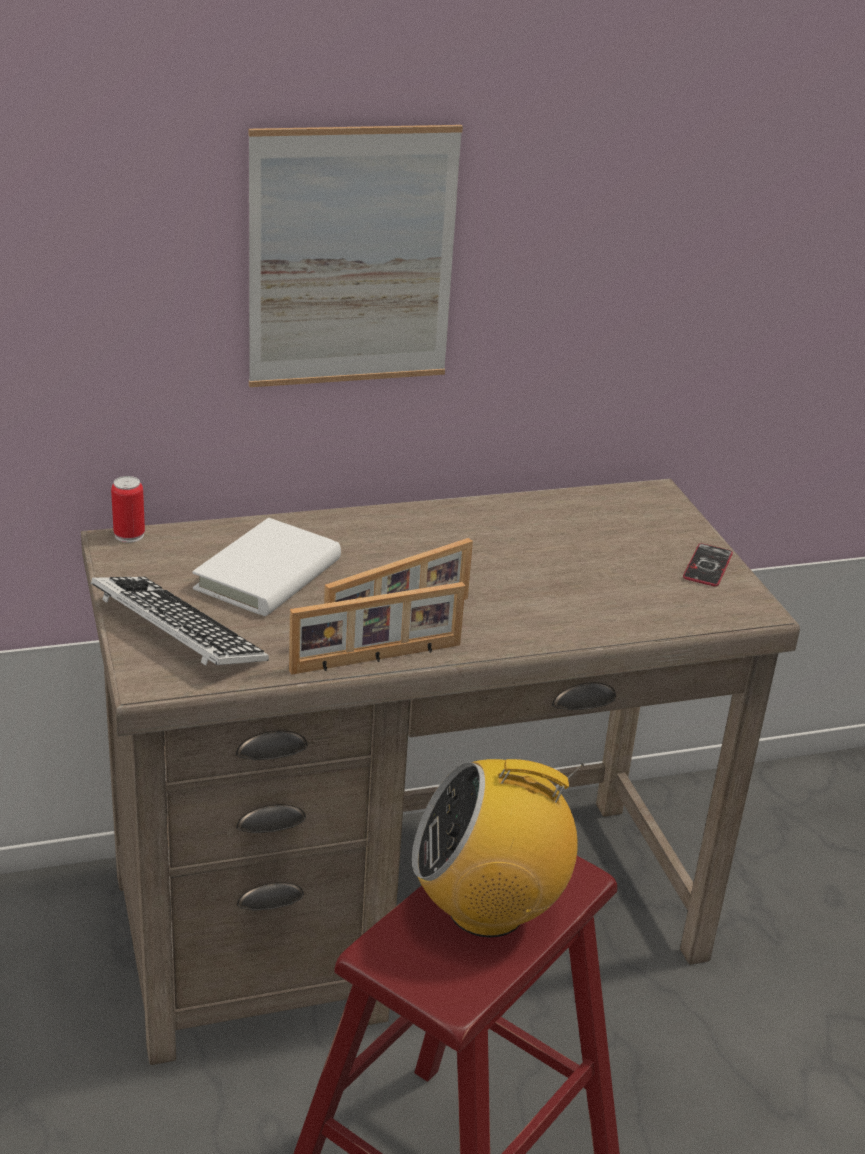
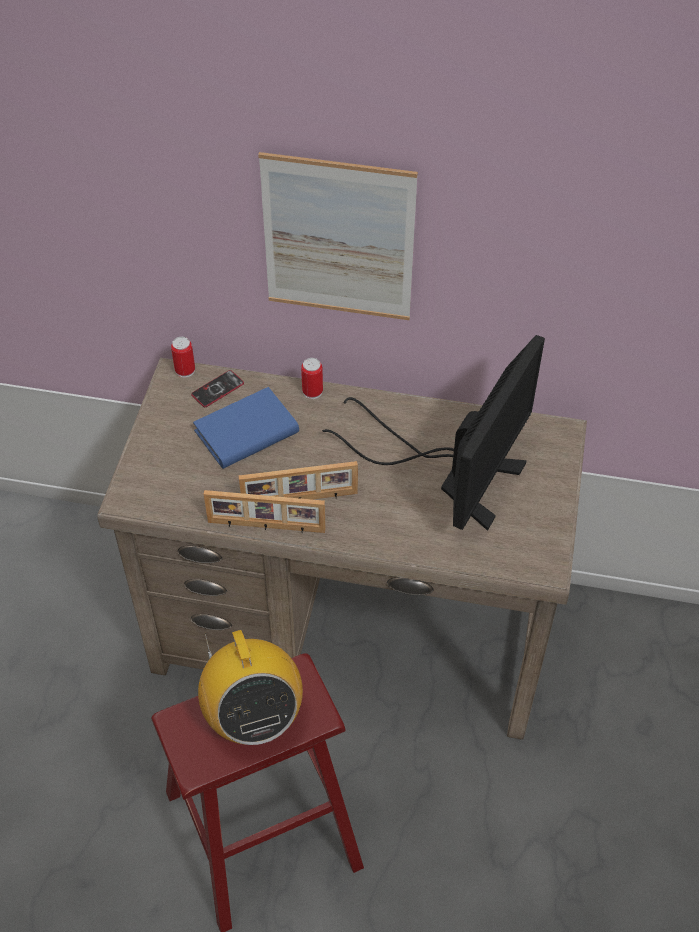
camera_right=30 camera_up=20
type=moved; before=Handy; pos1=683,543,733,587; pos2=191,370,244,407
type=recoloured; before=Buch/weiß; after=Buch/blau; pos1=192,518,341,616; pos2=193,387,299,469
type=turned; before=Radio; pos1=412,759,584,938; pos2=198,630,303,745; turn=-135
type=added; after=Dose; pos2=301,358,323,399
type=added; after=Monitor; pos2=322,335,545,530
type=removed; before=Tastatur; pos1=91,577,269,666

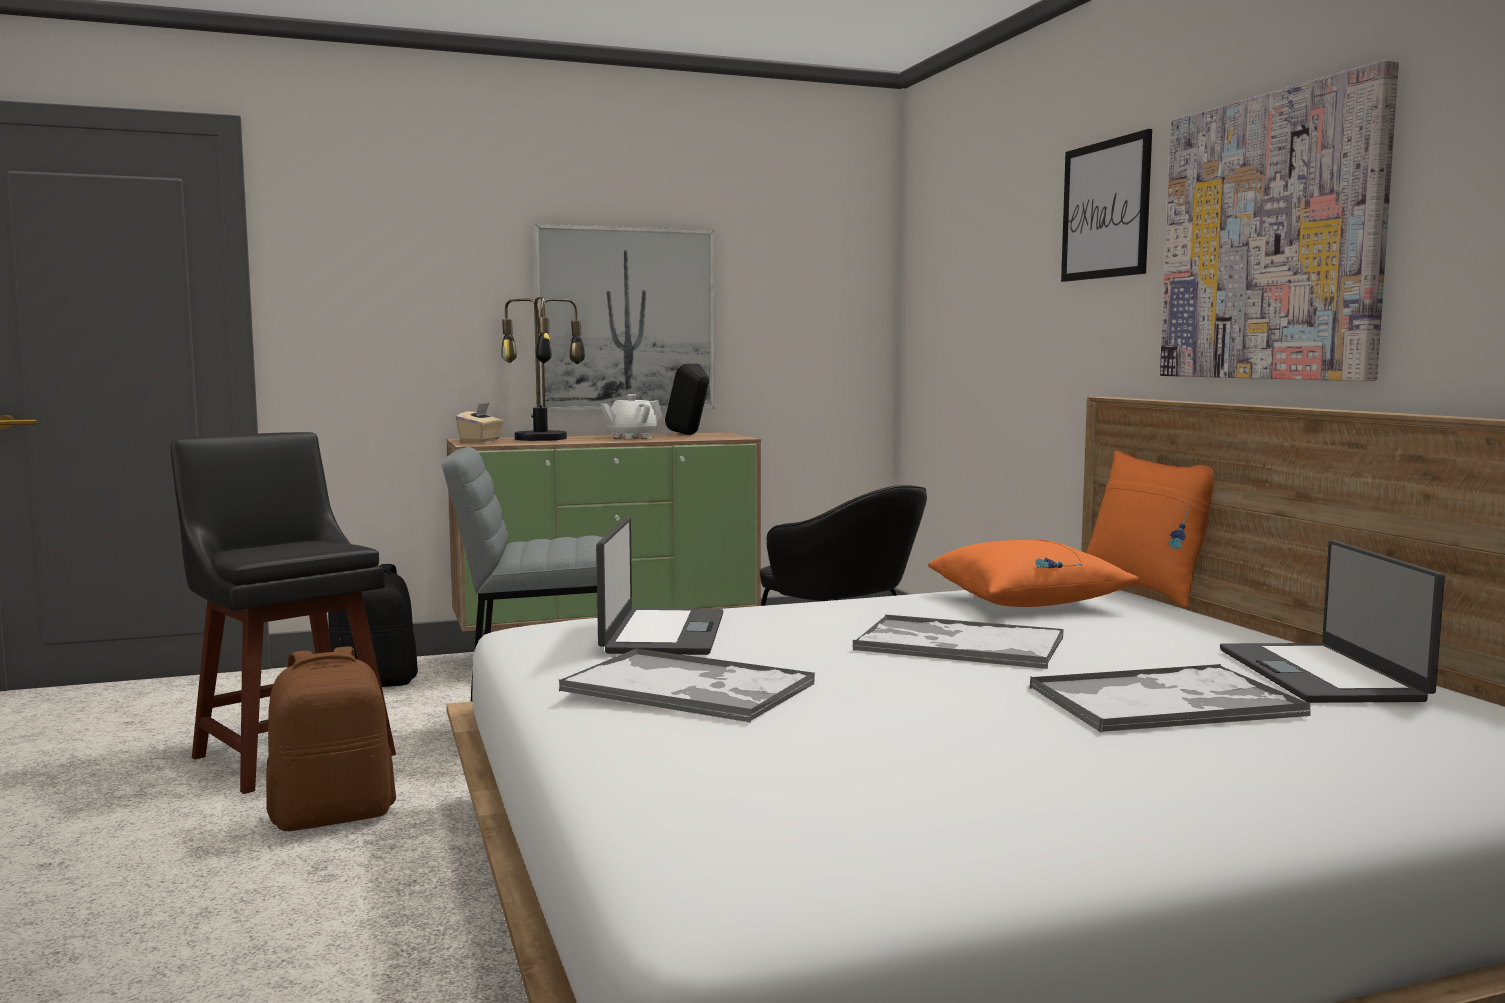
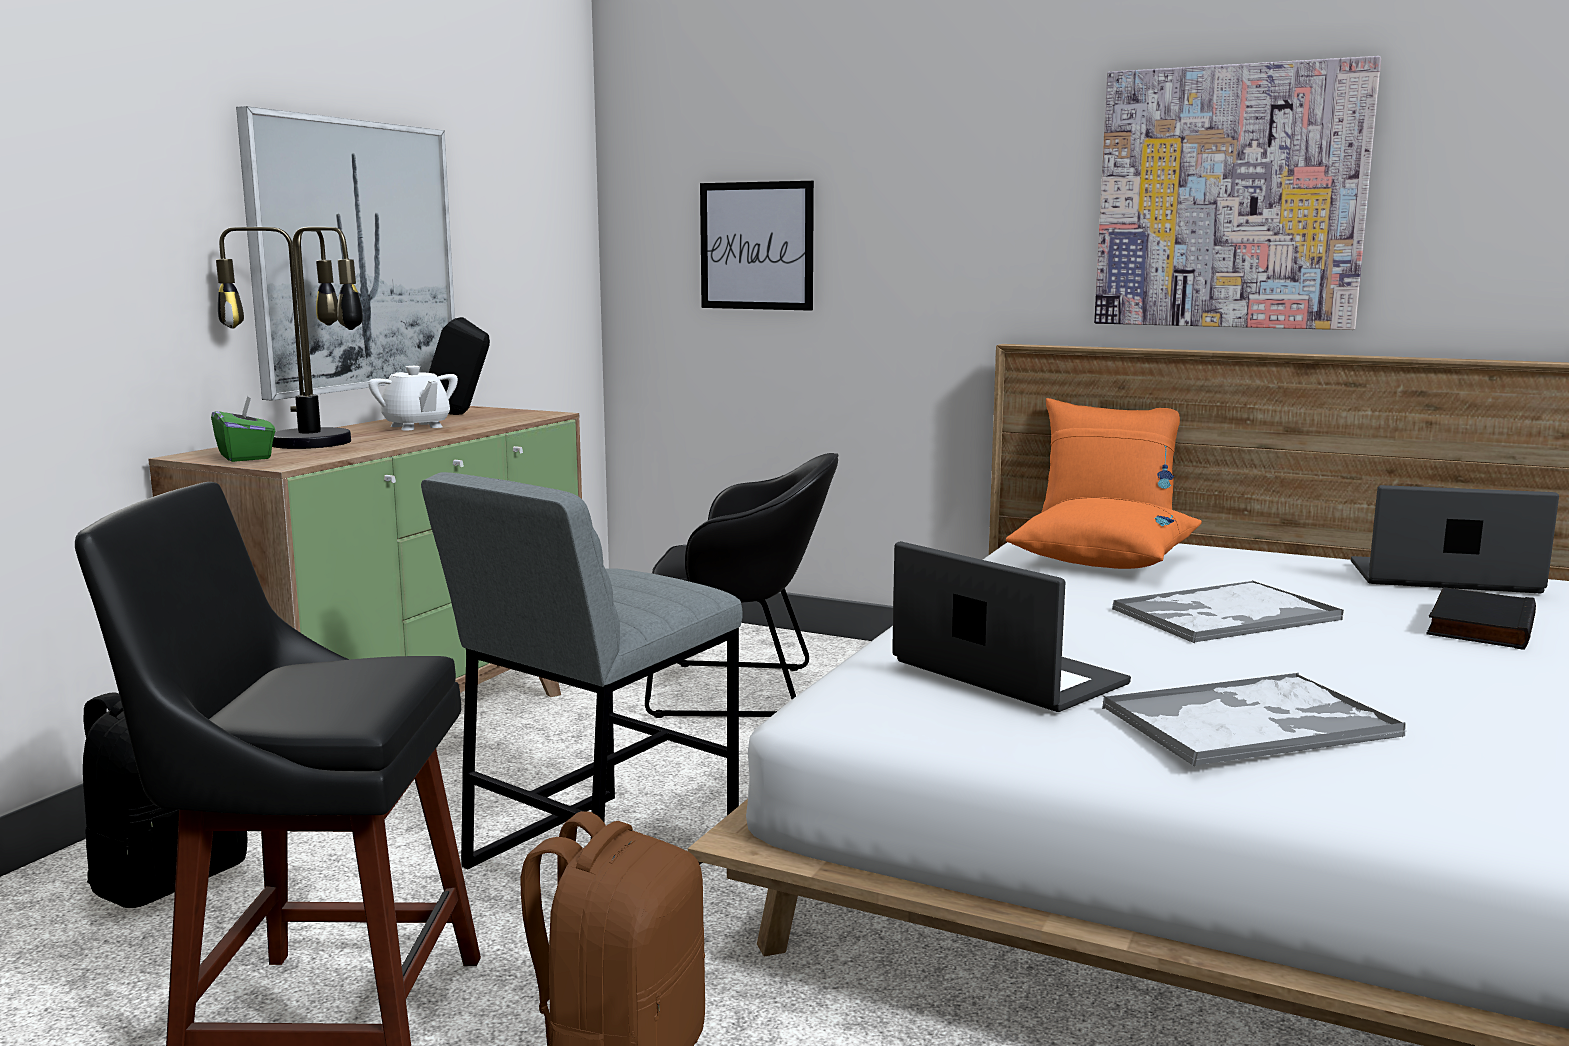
camera_right=-45 camera_up=5
type=recoloured; before=Taschentuchbox/beige; after=Taschentuchbox/grün; pos1=455,403,504,442; pos2=211,396,275,462
type=turned; before=Teekanne/weiß; pos1=601,394,662,439; pos2=368,366,458,431; turn=-45
type=moved; before=Bild; pos1=1061,129,1152,282; pos2=700,181,814,311
type=turned; before=Laptop; pos1=1220,540,1445,703; pos2=1351,485,1559,593; turn=150
type=replaced; before=Tablett; after=Buch/schwarz; pos1=1029,664,1311,733; pos2=1427,587,1536,650

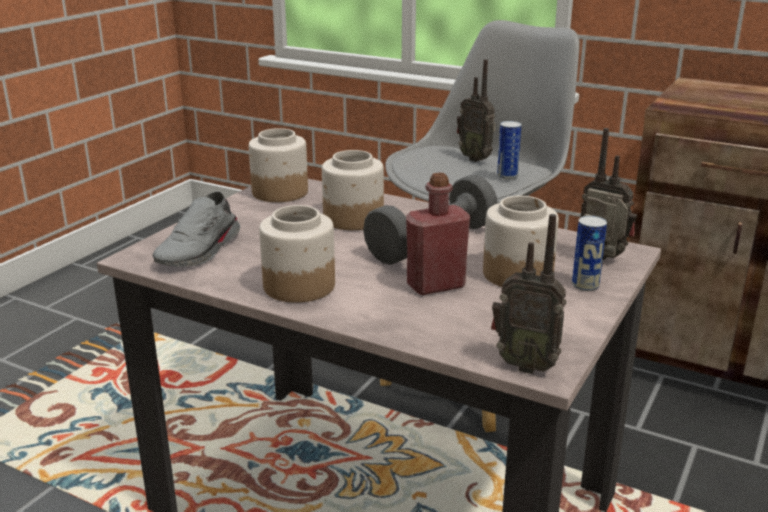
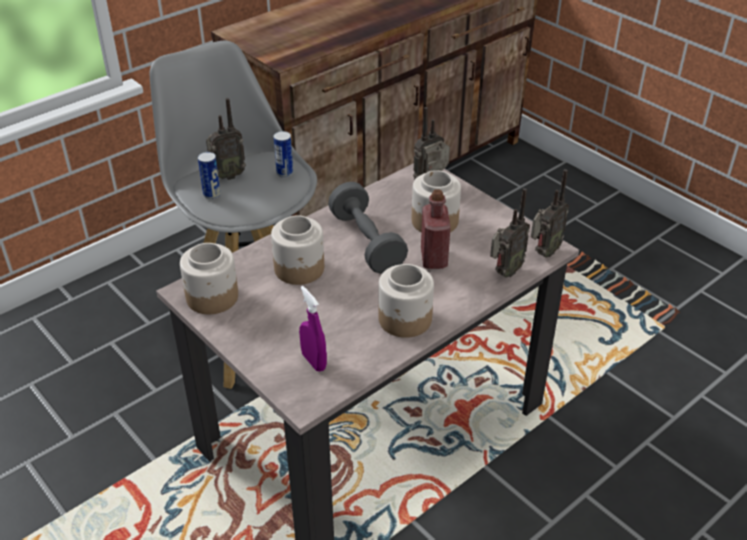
camera_right=-70 camera_up=15
type=moved; before=Dose; pos1=572,216,607,291; pos2=198,152,221,199
type=replaced; before=Schuh/grau; after=Sprühflasche/lila; pos1=153,191,240,267; pos2=299,286,327,372
type=added; after=Radio; pos2=490,188,530,277

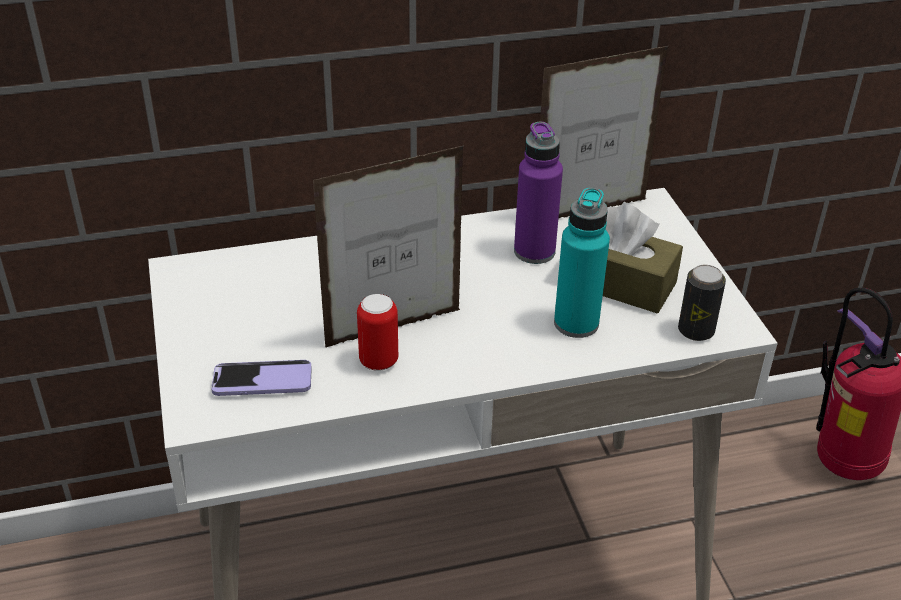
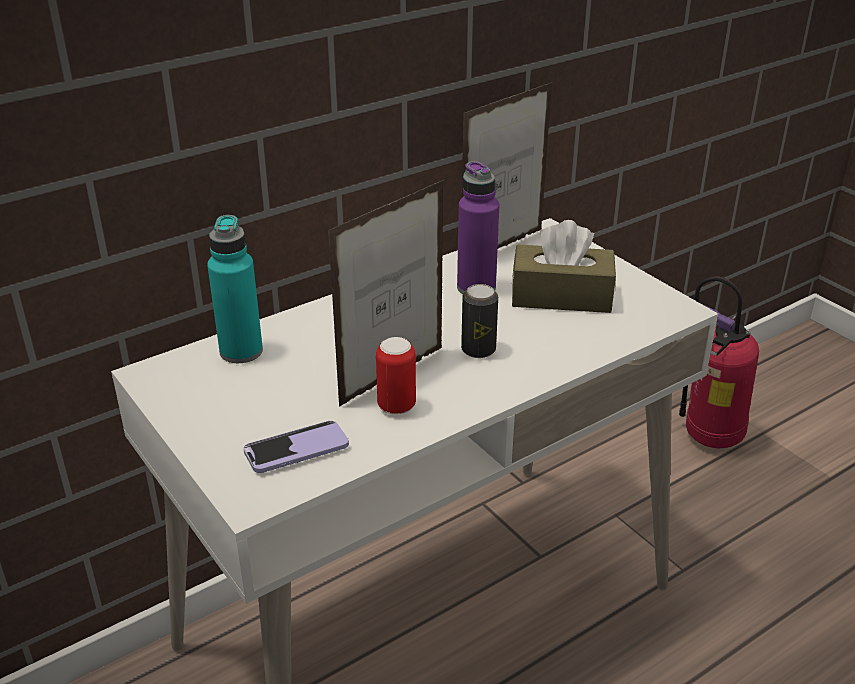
camera_right=-20 camera_up=-5
type=moved; before=Flasche/türkis; pos1=554,188,610,338; pos2=207,215,263,363
type=moved; before=Dose; pos1=678,265,726,341; pos2=461,284,498,358

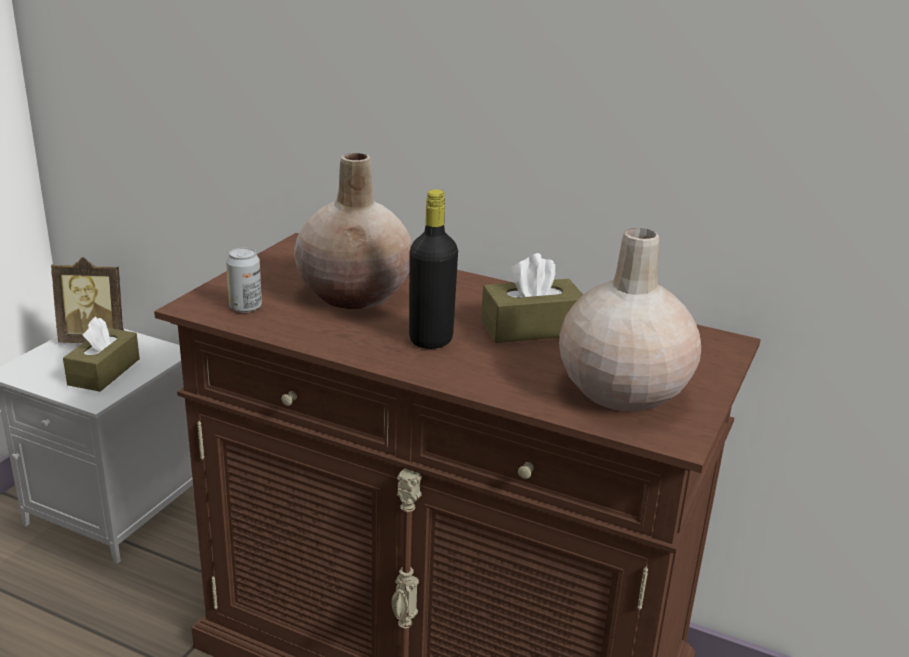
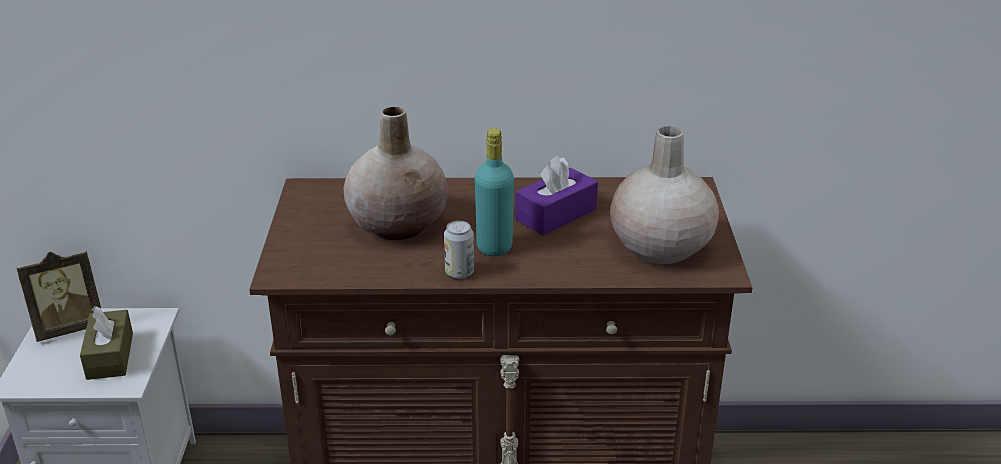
camera_right=-25 camera_up=5
type=moved; before=Dose; pos1=226,248,262,313; pos2=444,221,474,279
type=recoloured; before=Flasche/schwarz; after=Flasche/türkis; pos1=409,189,458,349; pos2=475,128,514,256
type=recoloured; before=Taschentuchbox/braun; after=Taschentuchbox/lila; pos1=481,253,583,343; pos2=516,156,598,235

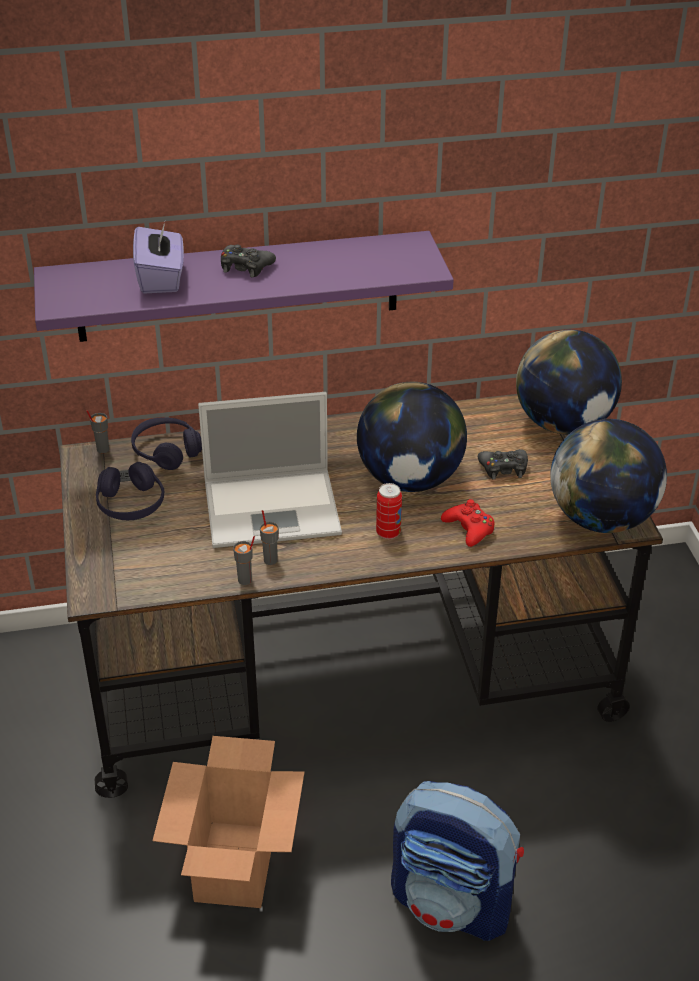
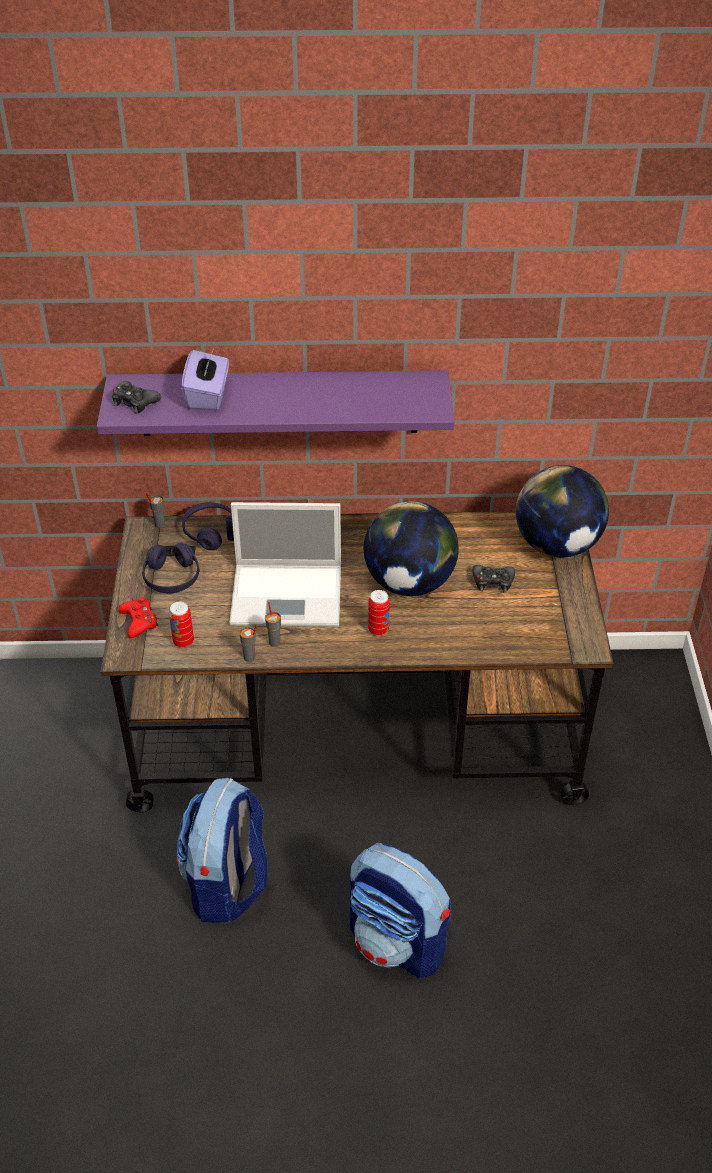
camera_right=10 camera_up=5
type=moved; before=Gamepad/schwarz; pos1=221,245,276,277; pos2=112,381,162,414
type=moved; before=Gamepad/rot; pos1=441,499,495,547; pos2=118,597,158,638
type=added; after=Dose; pos2=169,602,194,648
type=replaced; before=Karton; after=Rucksack; pos1=152,736,305,908; pos2=177,778,268,923
type=removed; before=Globus; pos1=550,419,667,533

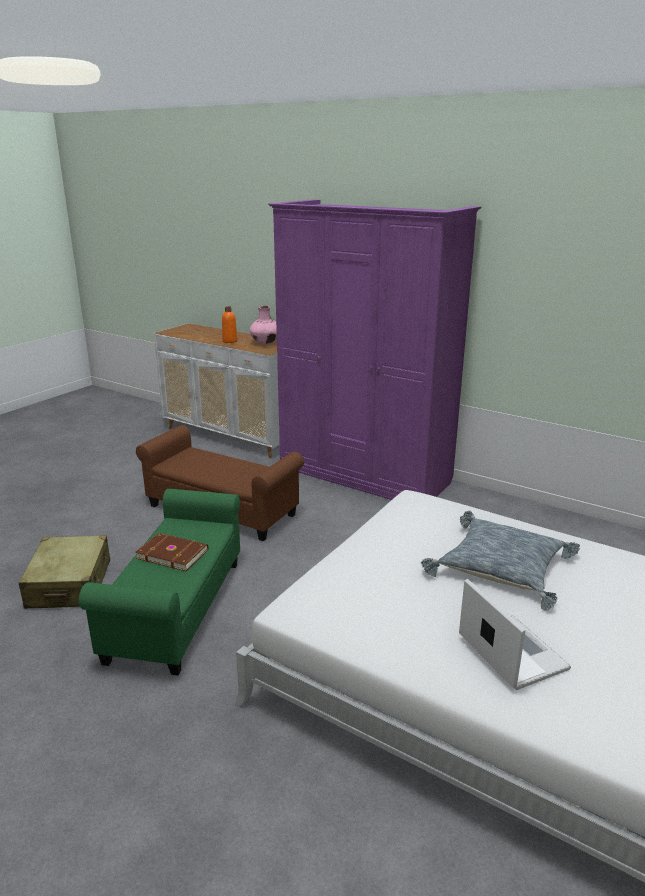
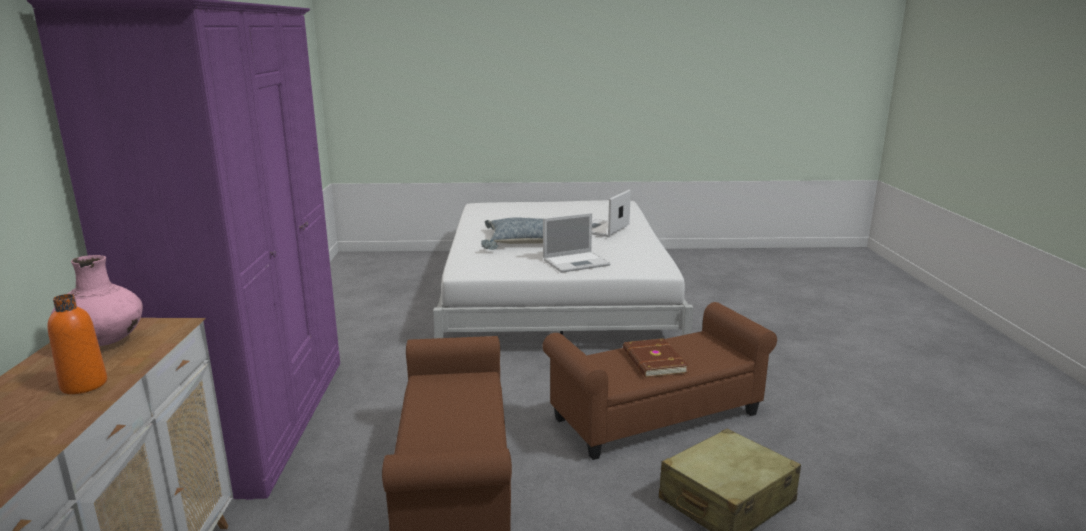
camera_right=-125 camera_up=-5
type=recoloured; before=Polsterhocker/grün; after=Polsterhocker/braun; pos1=79,489,240,676; pos2=542,302,777,460
type=added; after=Laptop; pos2=543,213,611,273

